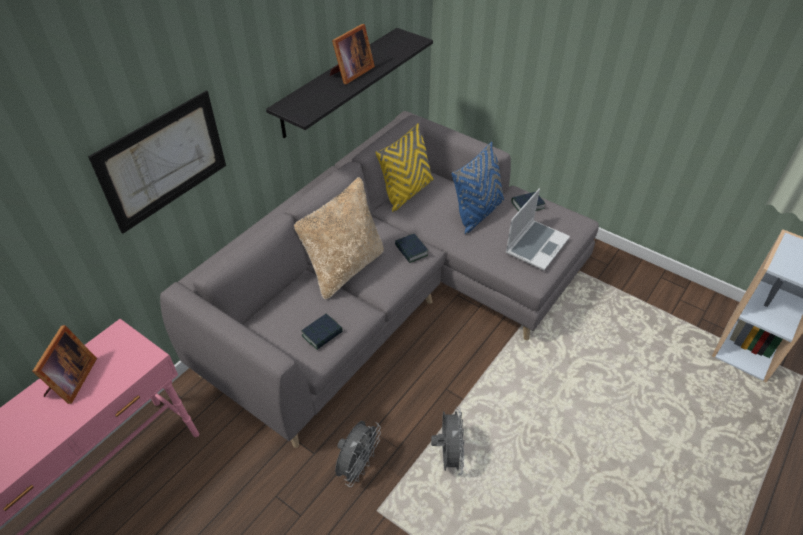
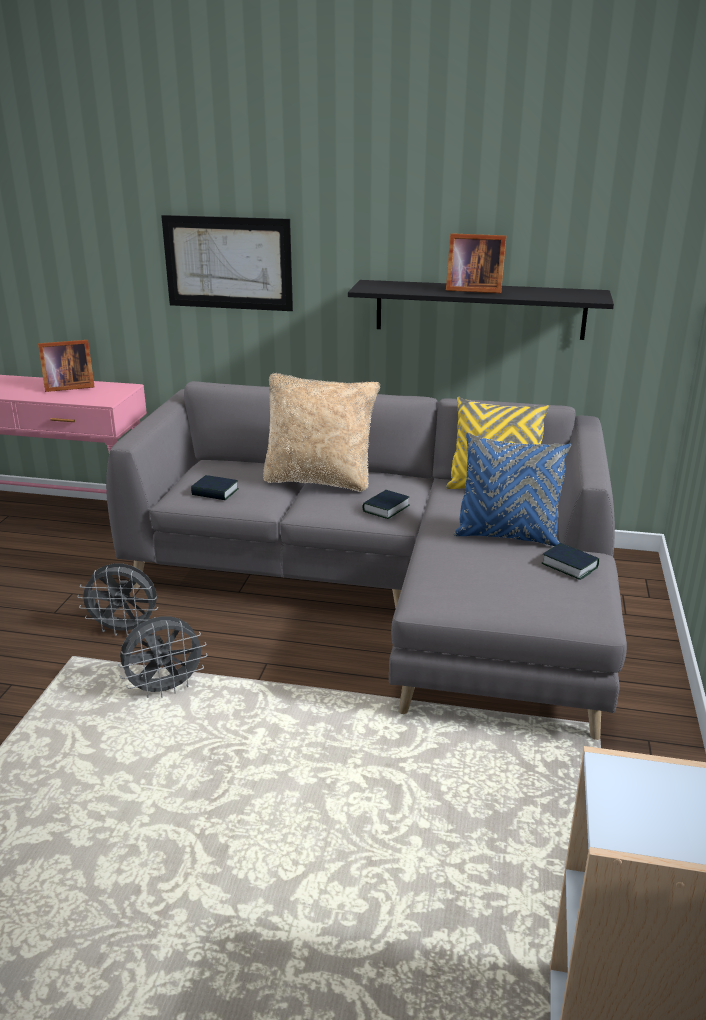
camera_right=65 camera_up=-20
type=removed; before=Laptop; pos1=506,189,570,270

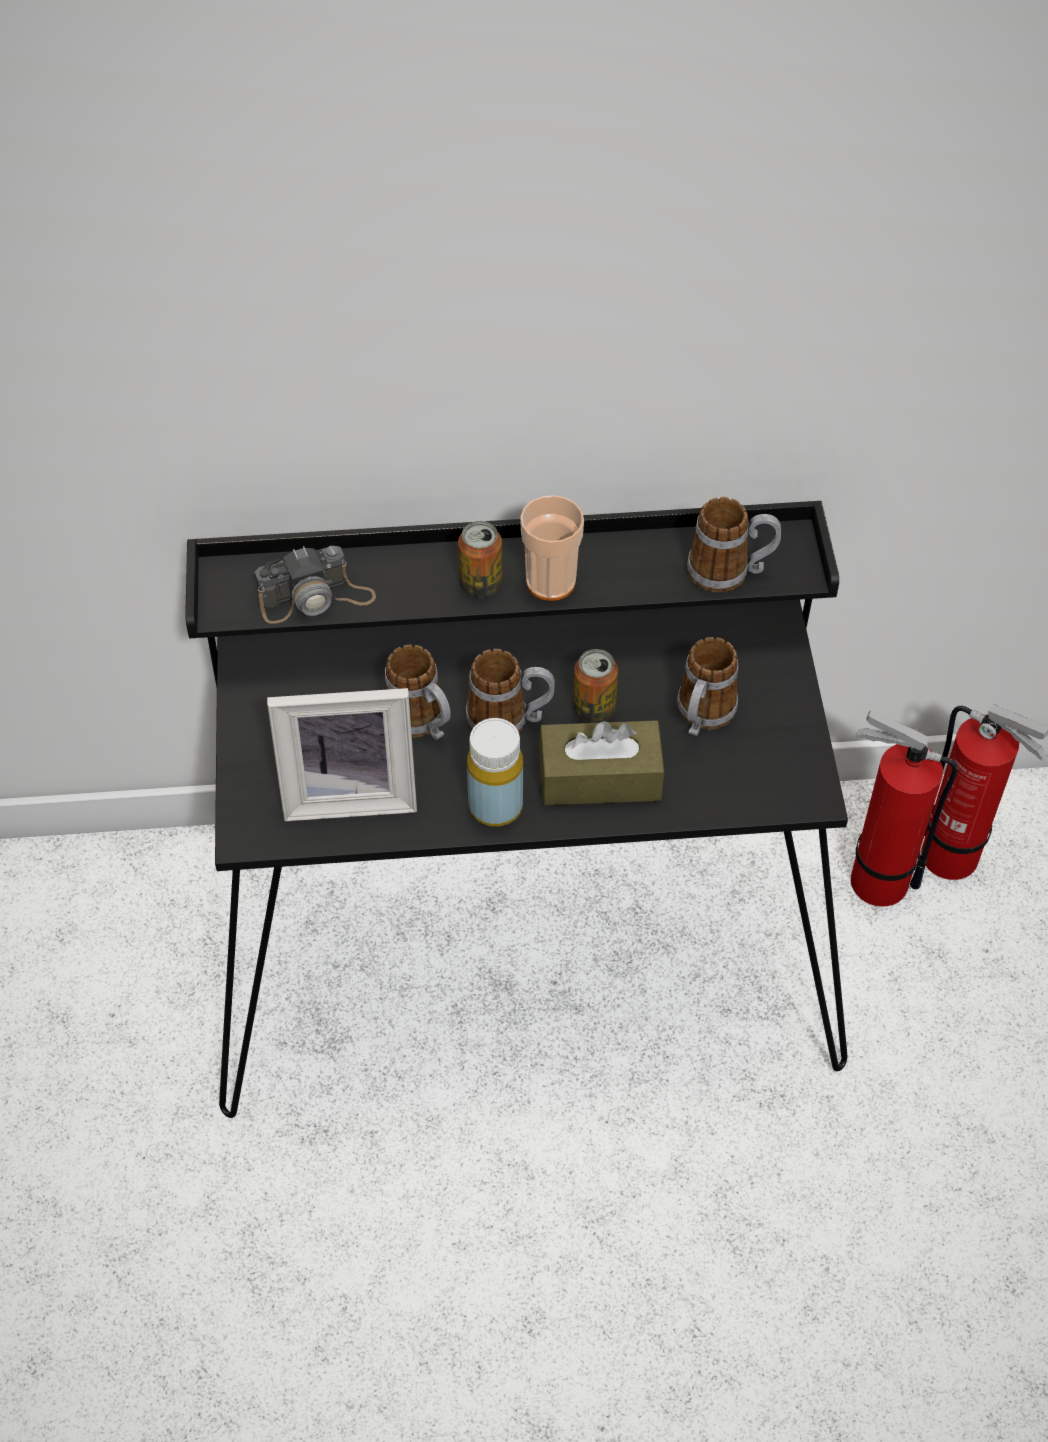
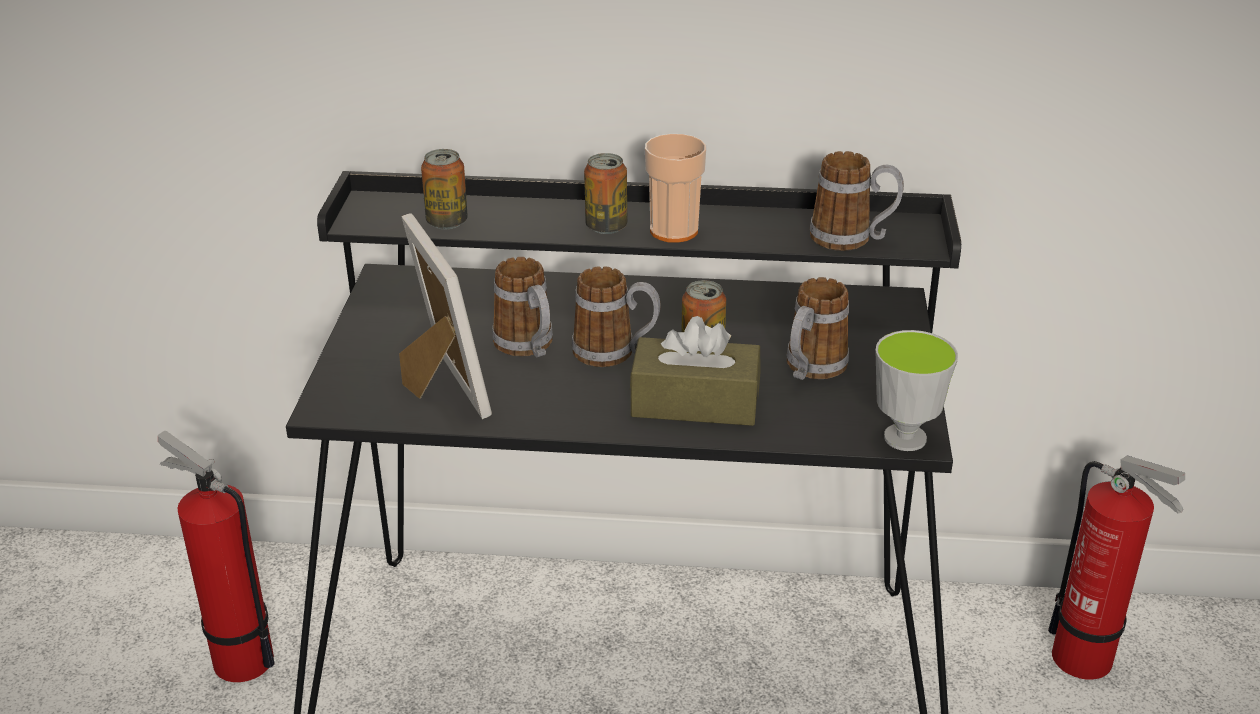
camera_right=10 camera_up=-20
type=moved; before=Feuerlöscher; pos1=851,709,958,906; pos2=158,431,275,682
type=turned; before=Bilderrahmen; pos1=267,688,417,821; pos2=399,213,492,419; turn=-120
type=replaced; before=Kamera; after=Dose; pos1=255,546,376,623; pos2=421,149,468,230
type=added; after=Tasse; pos2=875,330,958,451
type=removed; before=Flasche/gelb; pos1=467,718,523,826

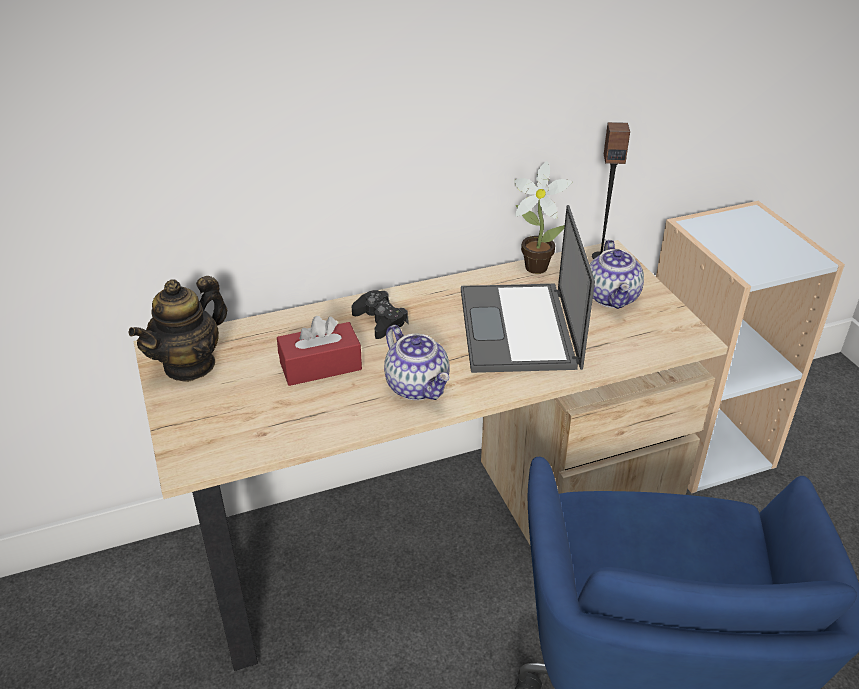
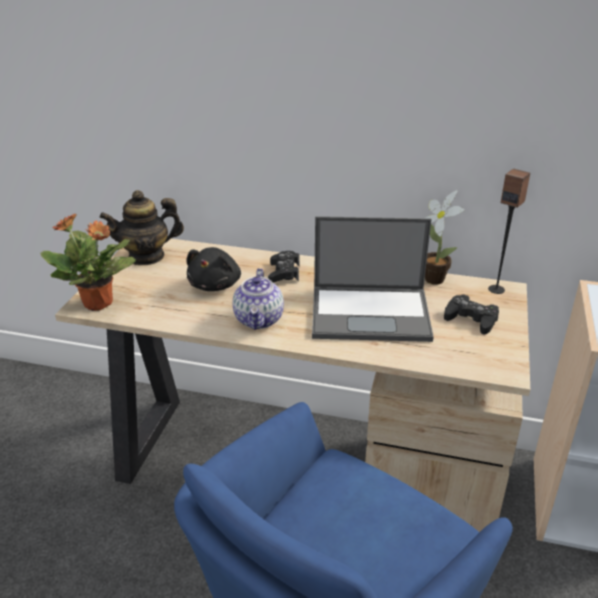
camera_right=35 camera_up=-5
type=added; after=Topfpflanze; pos2=40,214,136,311
type=replaced; before=Taschentuchbox/rot; after=Plüschtier/schwarz; pos1=277,316,362,386; pos2=187,247,241,291
type=turned; before=Laptop; pos1=461,205,595,373; pos2=312,216,434,342; turn=-120
type=replaced; before=Teekanne; after=Gamepad/schwarz; pos1=589,240,644,309; pos2=444,295,499,334

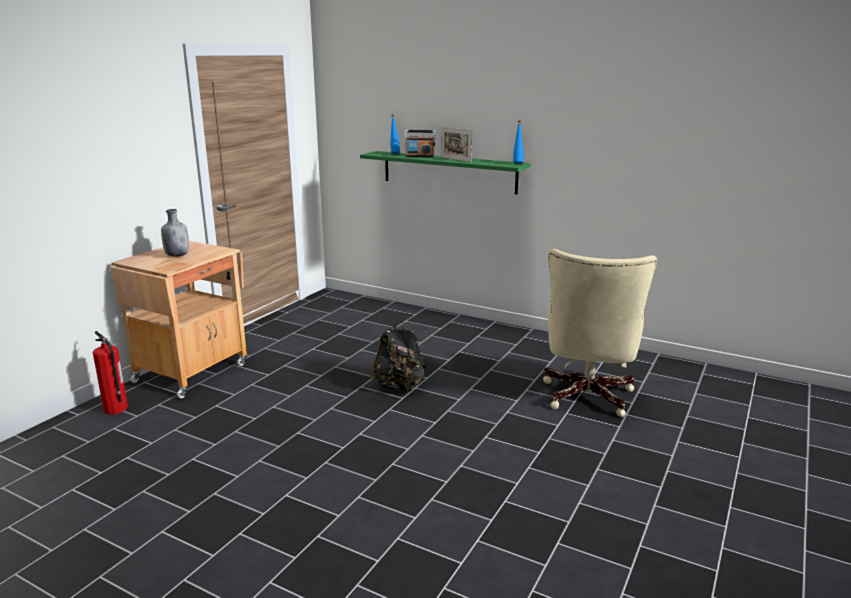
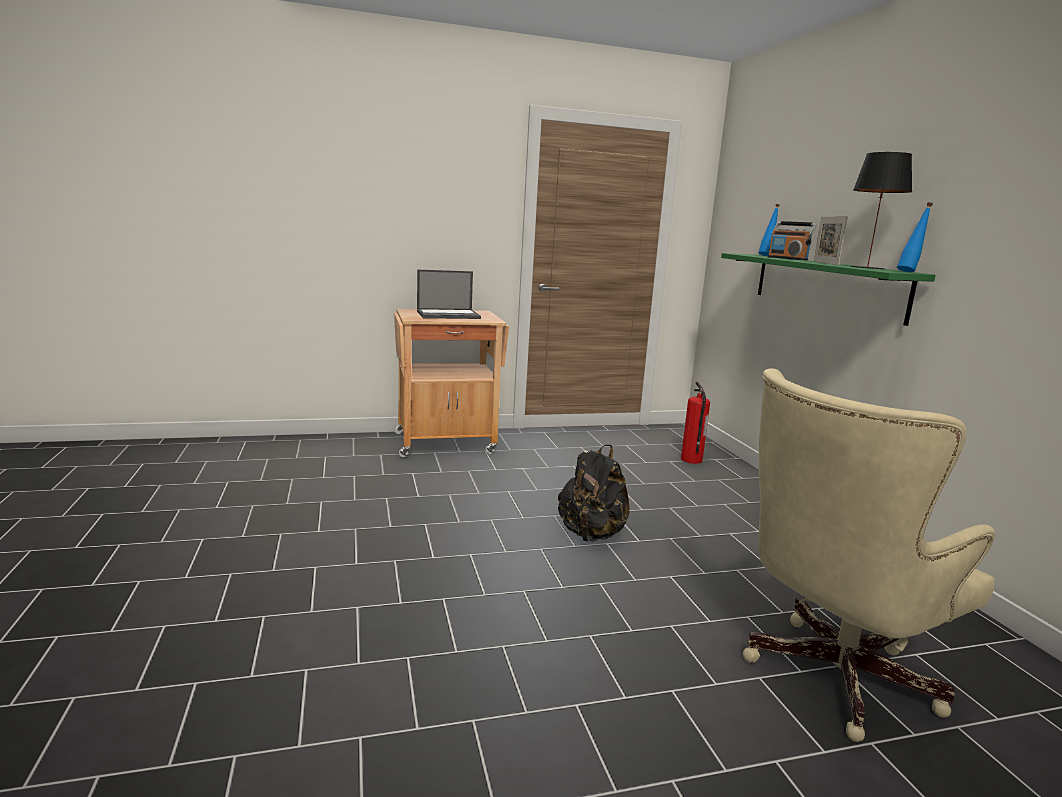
camera_right=45 camera_up=-5
type=replaced; before=Flasche/grau; after=Laptop; pos1=161,209,189,257; pos2=417,270,481,319
type=moved; before=Feuerlöscher; pos1=93,331,128,415; pos2=681,382,710,464
type=added; after=Tischlampe/schwarz; pos2=851,152,912,270

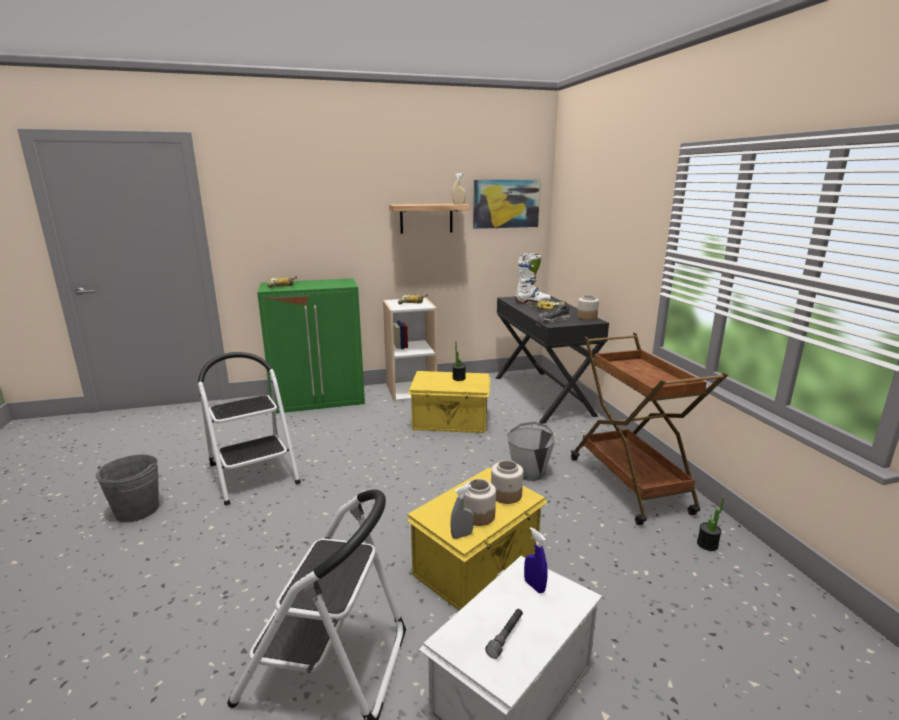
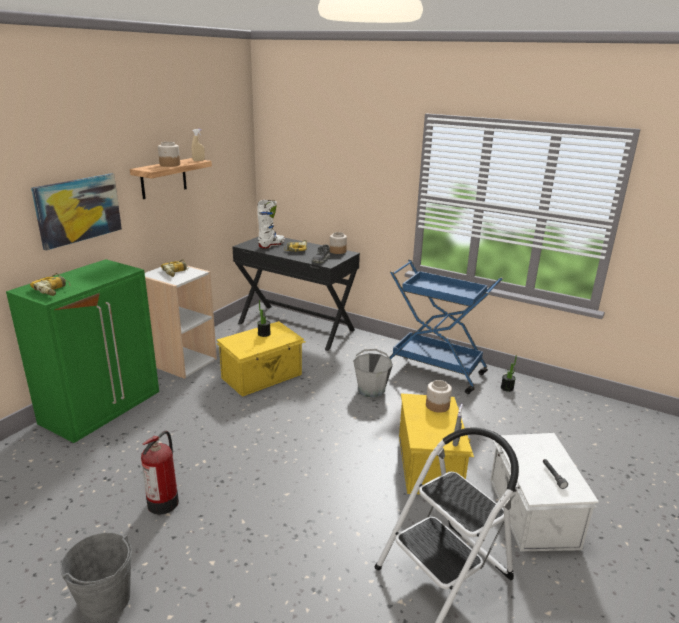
camera_right=-45 camera_up=5
type=moved; before=Bild; pos1=473,180,541,229; pos2=31,173,122,251
type=replaced; before=Trittleiter; after=Feuerlöscher; pos1=198,352,301,505; pos2=141,431,179,515
type=moved; before=Vorratsglas; pos1=464,479,496,526; pos2=158,142,180,167
type=recoloured; before=Rollwagen/braun; after=Rollwagen/blau; pos1=571,333,728,525; pos2=389,259,504,394
type=removed; before=Sprühflasche/blau; pos1=524,527,548,593

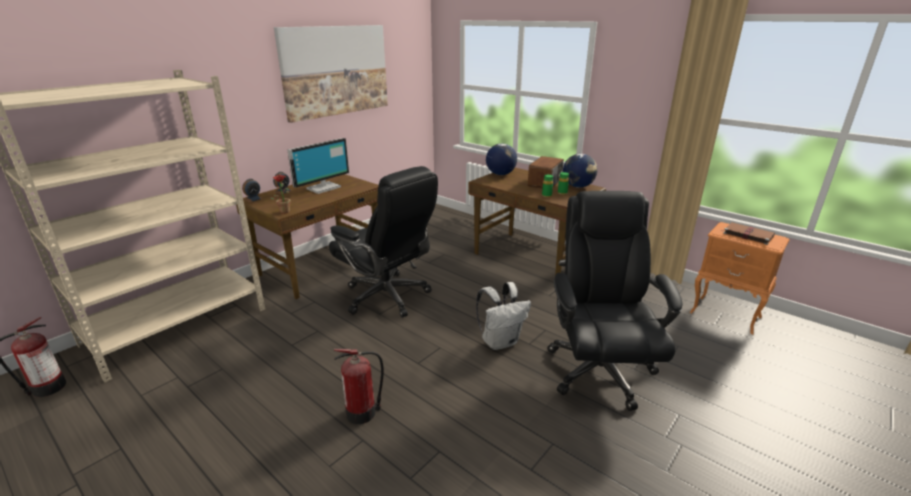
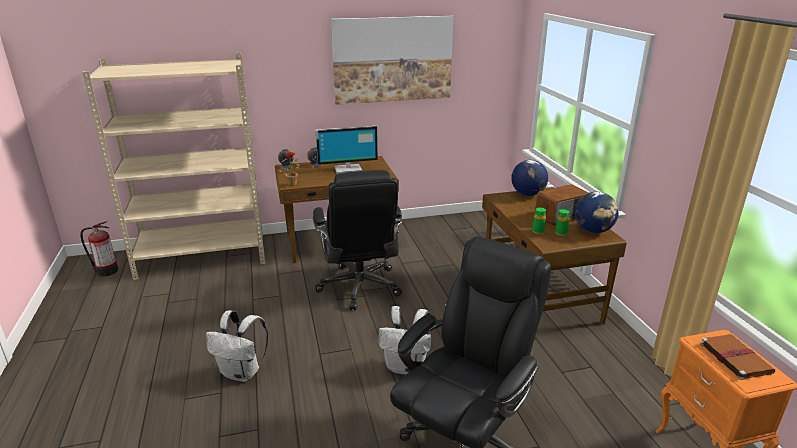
camera_right=35 camera_up=0
type=replaced; before=Feuerlöscher; after=Rucksack/weiß; pos1=334,349,384,424; pos2=206,310,268,382

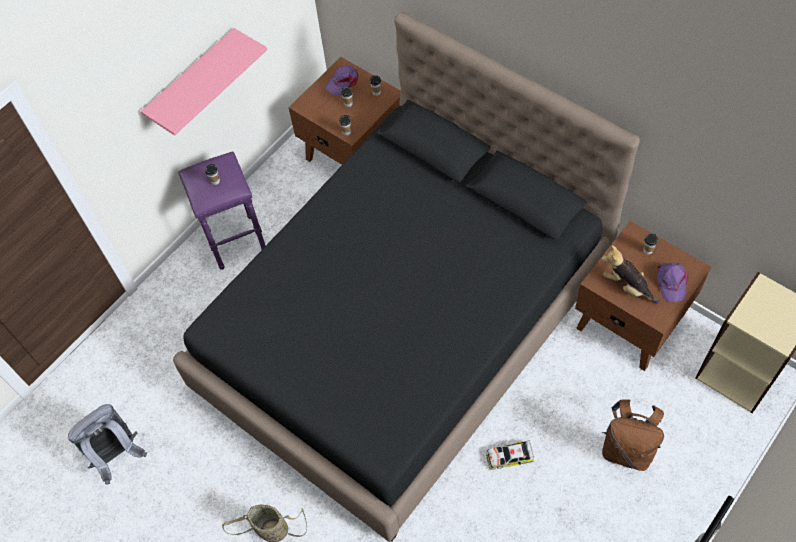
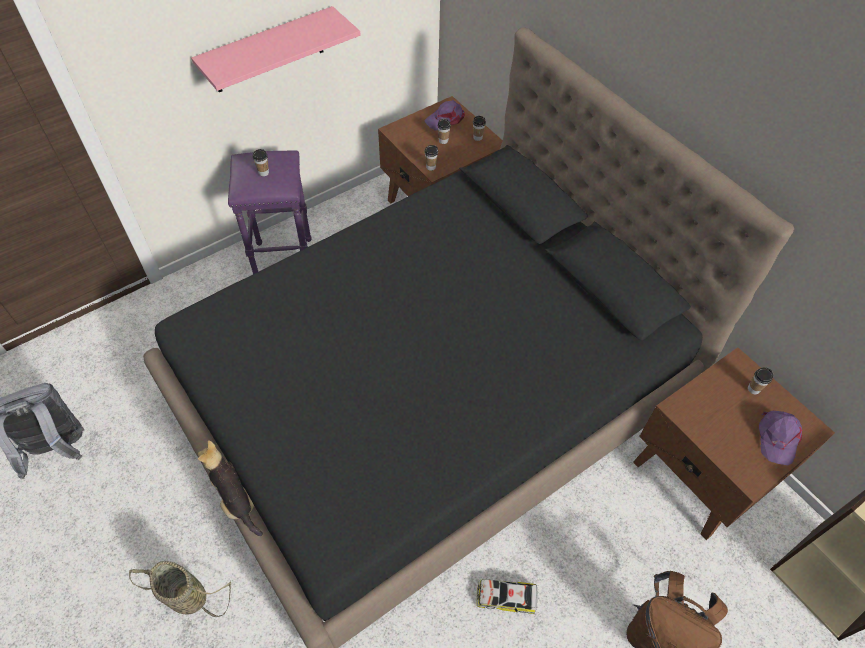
camera_right=10 camera_up=-5
type=moved; before=Plüschtier; pos1=601,245,659,304; pos2=198,440,263,536

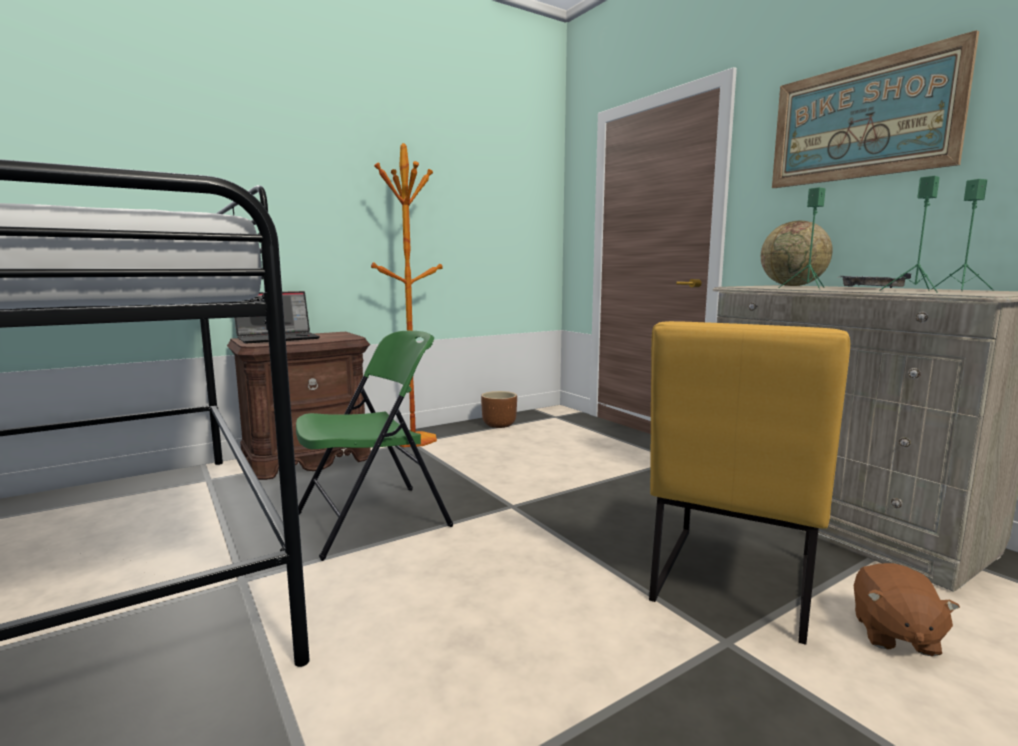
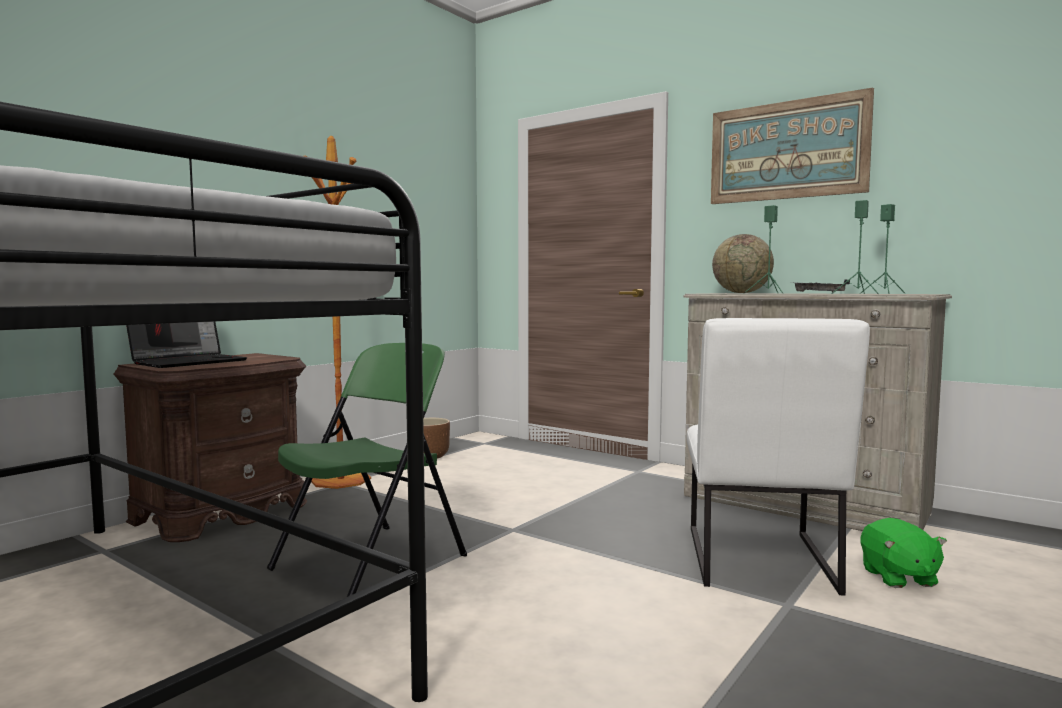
camera_right=-20 camera_up=-5
type=recoloured; before=Stuhl/gelb; after=Stuhl/weiß; pos1=649,321,850,645; pos2=687,318,870,596
type=recoloured; before=Plüschtier/braun; after=Plüschtier/grün; pos1=853,563,960,657; pos2=861,518,947,588

